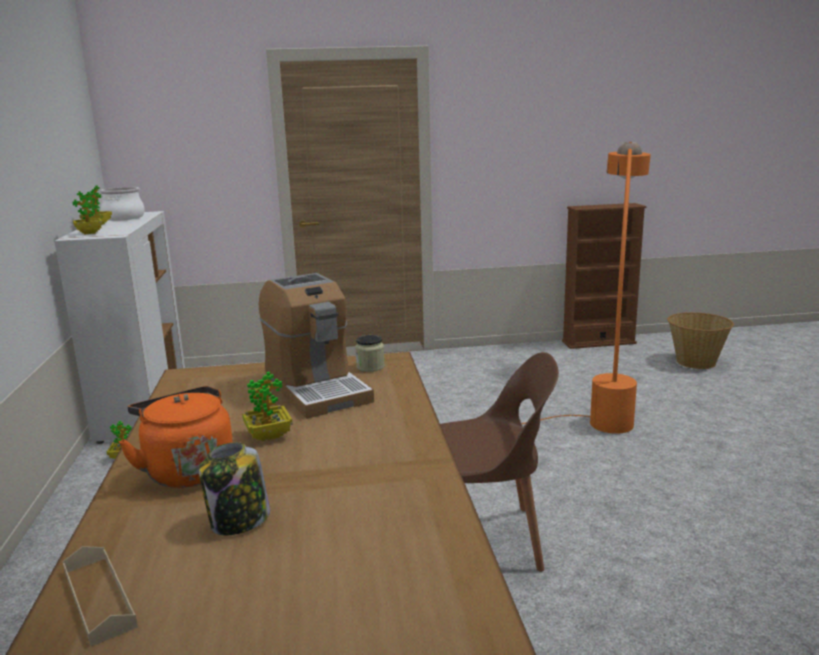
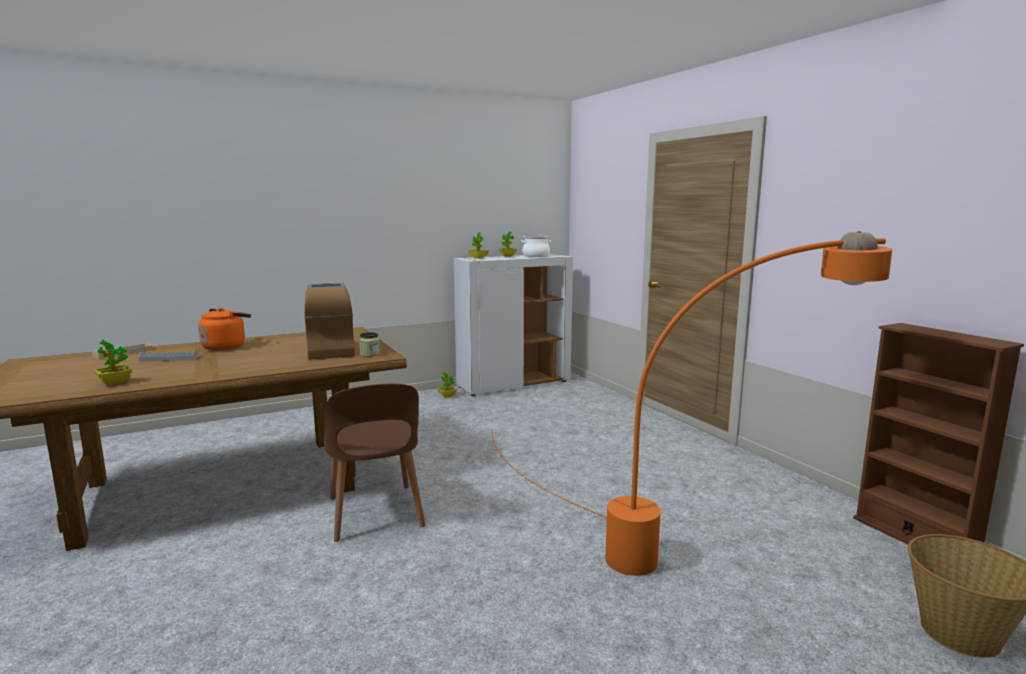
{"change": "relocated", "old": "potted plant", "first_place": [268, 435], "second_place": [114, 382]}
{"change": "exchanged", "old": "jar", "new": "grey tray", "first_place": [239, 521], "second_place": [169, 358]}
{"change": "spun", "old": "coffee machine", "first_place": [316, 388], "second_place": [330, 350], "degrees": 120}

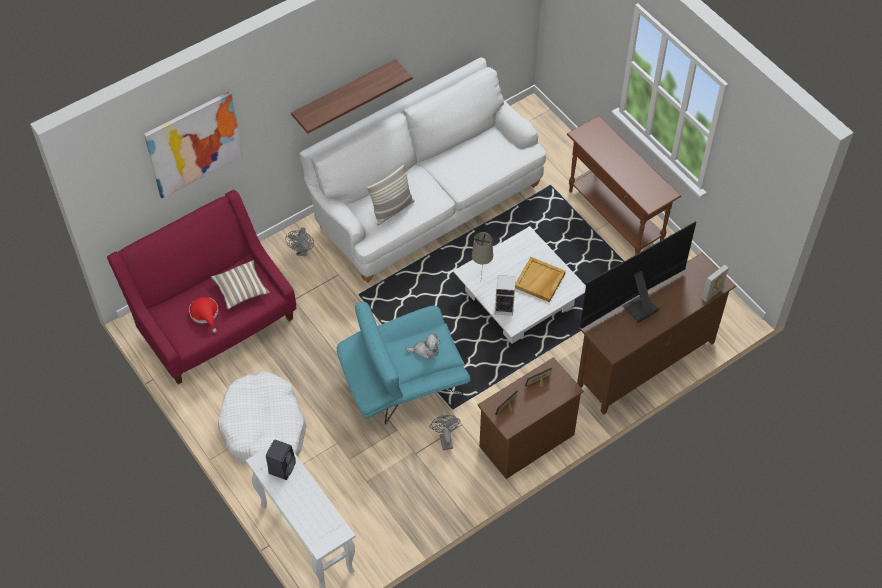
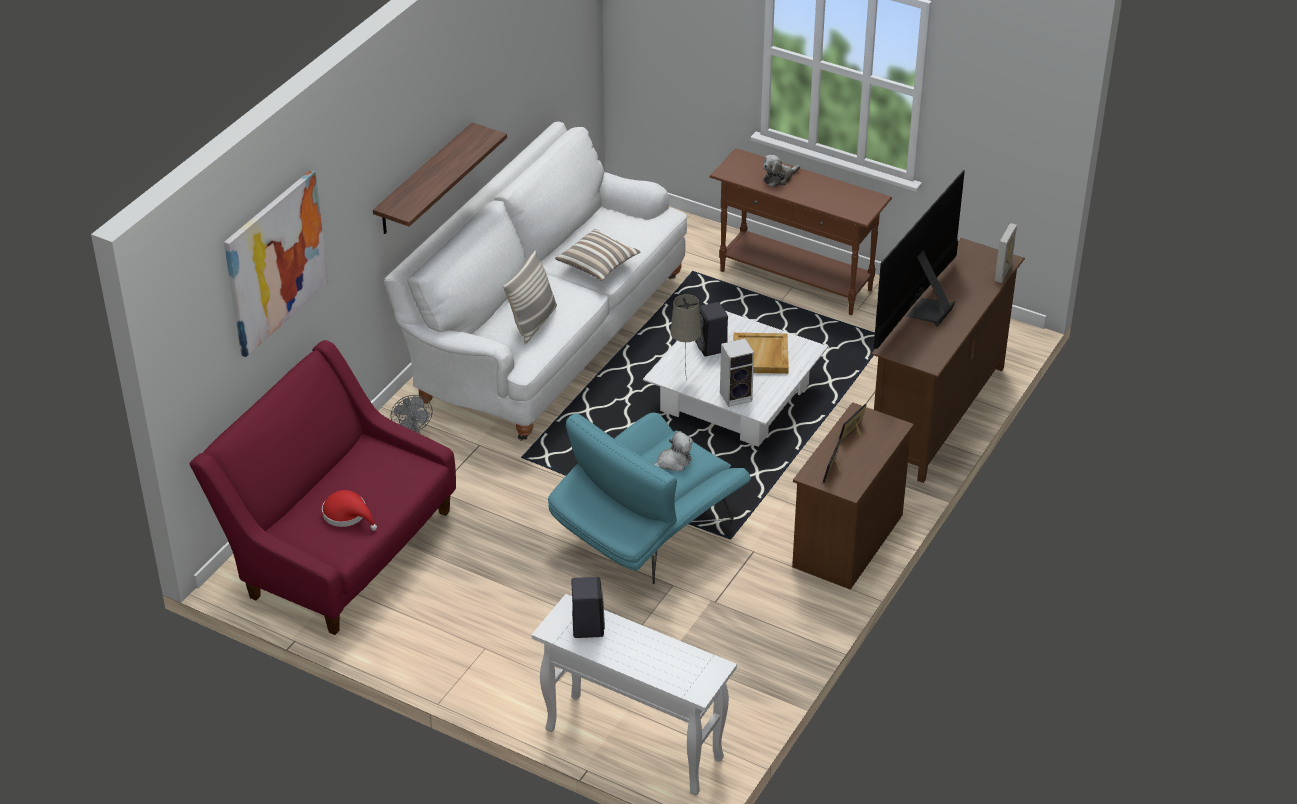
{"change": "missing", "old": "white dog bed", "first_place": [264, 428]}
{"change": "missing", "old": "grey fan", "first_place": [445, 439]}
{"change": "appeared", "new": "black speaker", "second_place": [712, 347]}
{"change": "appeared", "new": "plush toy", "second_place": [779, 178]}
{"change": "relocated", "old": "pillow", "first_place": [241, 290], "second_place": [598, 265]}

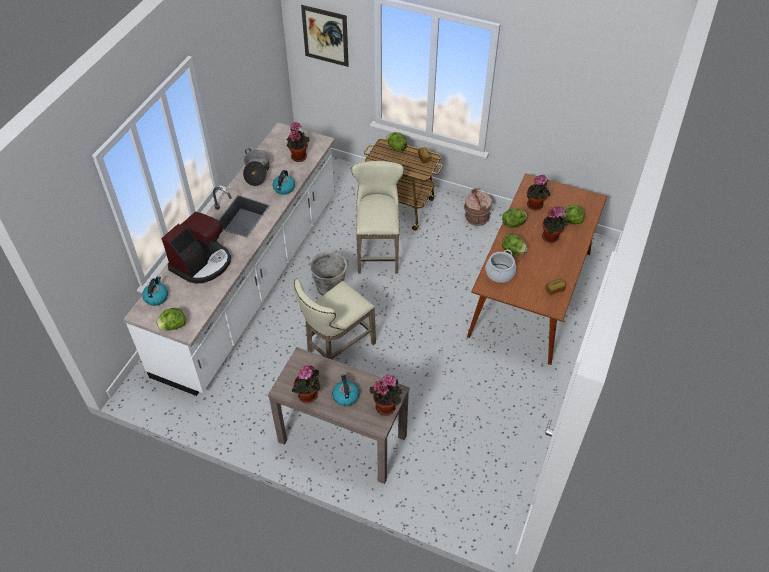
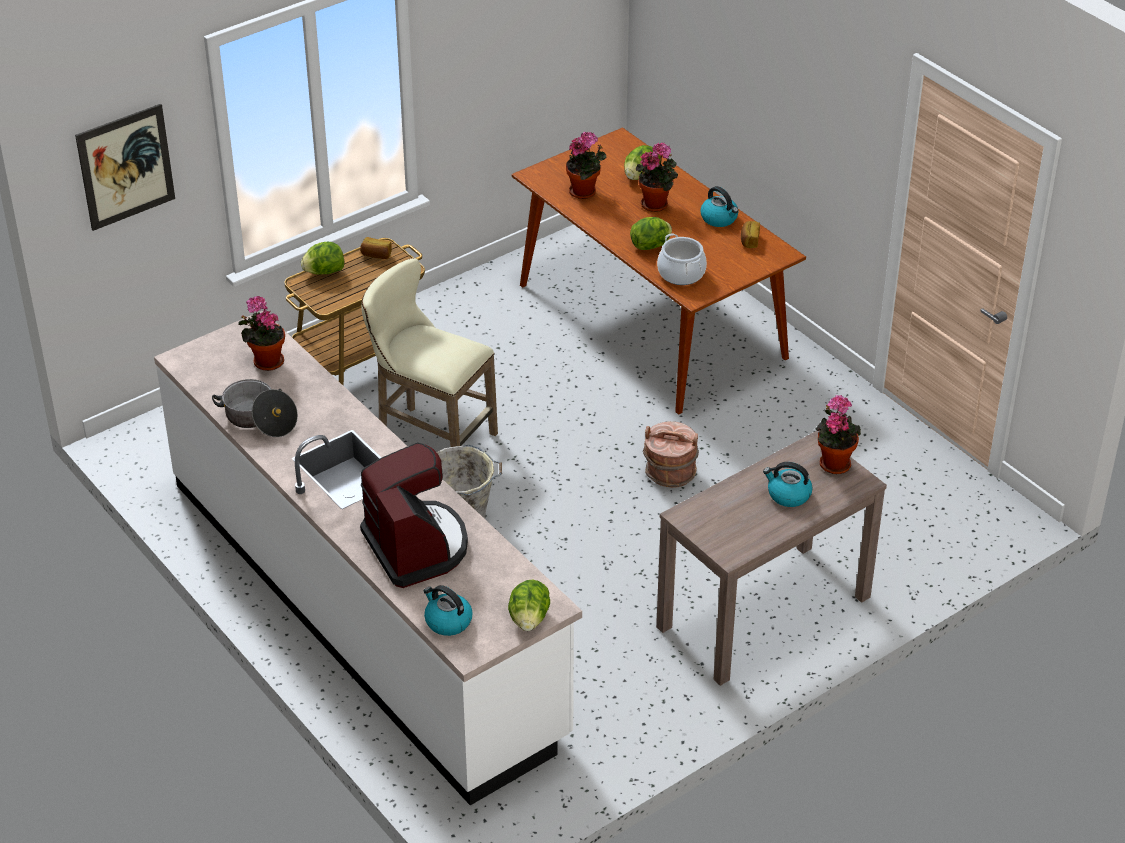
{"change": "missing", "old": "potted plant", "first_place": [308, 397]}
{"change": "missing", "old": "beige stool", "first_place": [337, 349]}
{"change": "missing", "old": "lettuce", "first_place": [514, 224]}
{"change": "relocated", "old": "kettle", "first_place": [284, 188], "second_place": [719, 219]}
{"change": "relocated", "old": "brown bucket", "first_place": [476, 217], "second_place": [670, 473]}

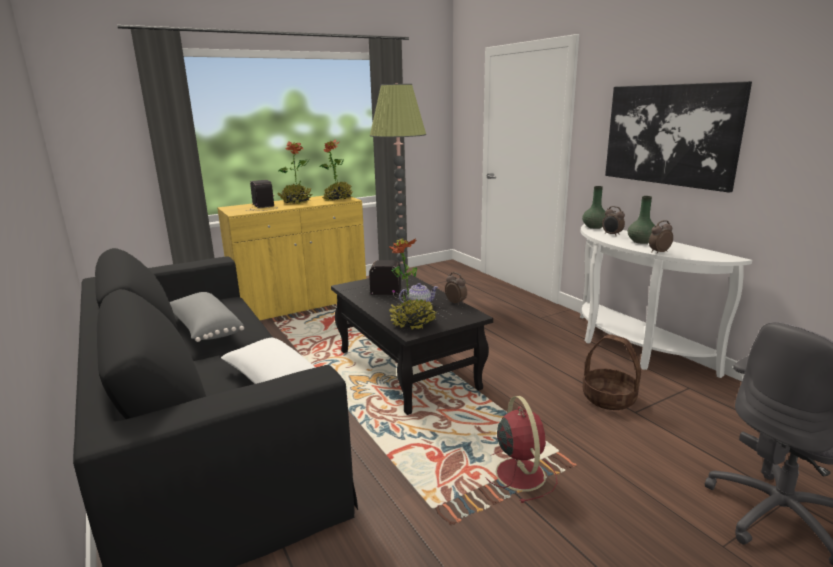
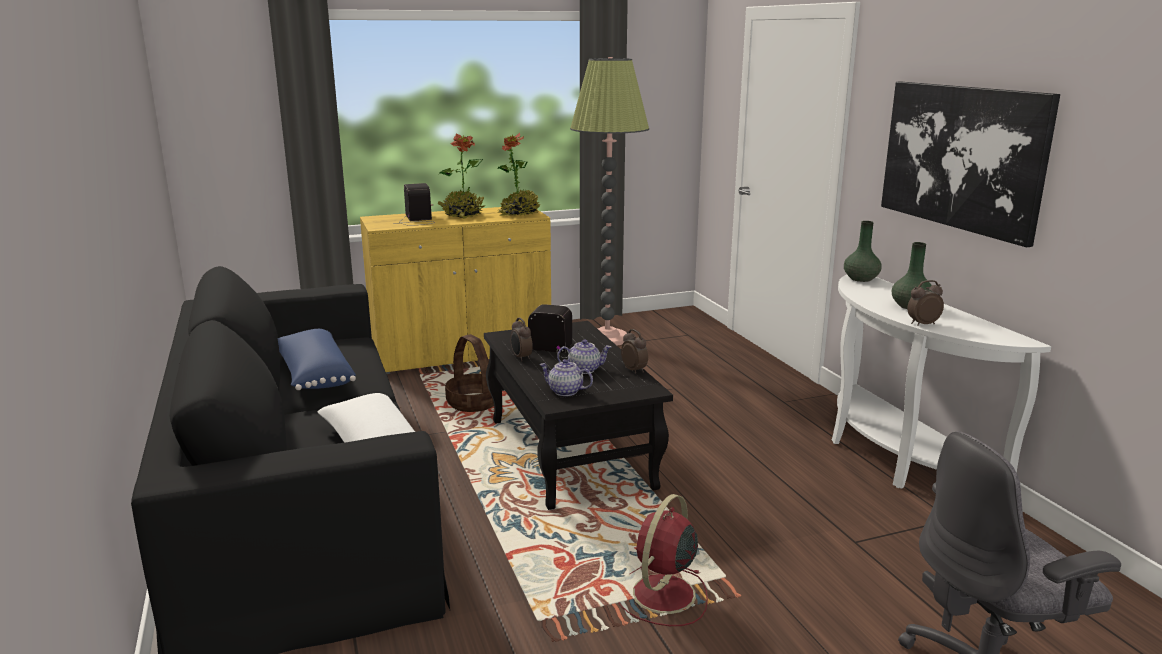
{"change": "relocated", "old": "basket", "first_place": [609, 398], "second_place": [474, 403]}
{"change": "relocated", "old": "alarm clock", "first_place": [612, 235], "second_place": [521, 358]}
{"change": "exchanged", "old": "potted plant", "new": "teapot", "first_place": [412, 323], "second_place": [565, 391]}
{"change": "colour", "old": "grey pillow", "new": "blue pillow", "first_place": [204, 329], "second_place": [313, 375]}
{"change": "spun", "old": "red fan", "first_place": [519, 472], "second_place": [662, 595], "degrees": -150}

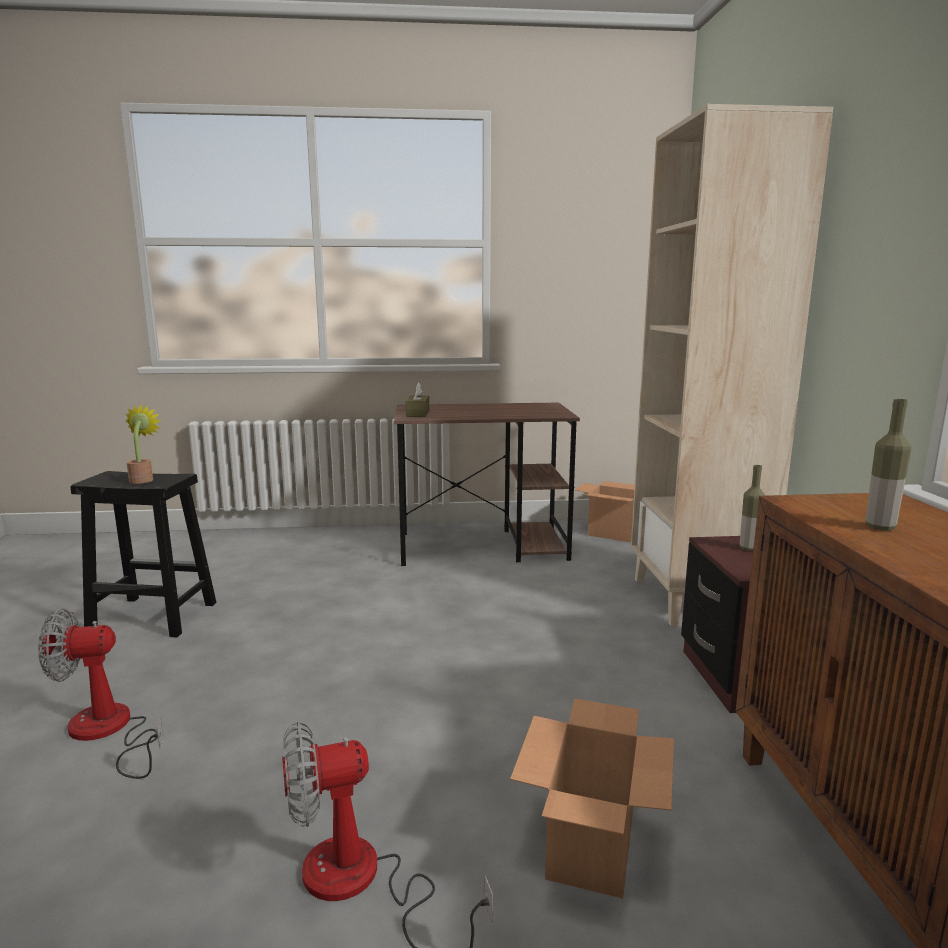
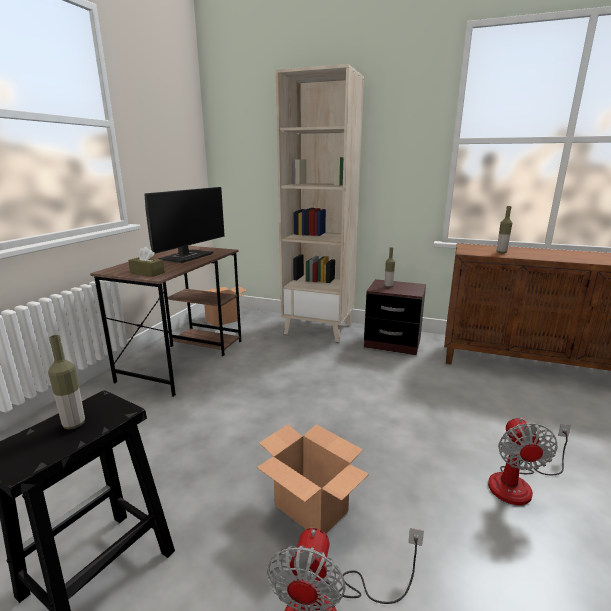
{"change": "appeared", "new": "monitor", "second_place": [187, 256]}
{"change": "relocated", "old": "cardboard box", "first_place": [591, 849], "second_place": [312, 508]}
{"change": "exchanged", "old": "potted plant", "new": "bottle", "first_place": [143, 479], "second_place": [74, 424]}

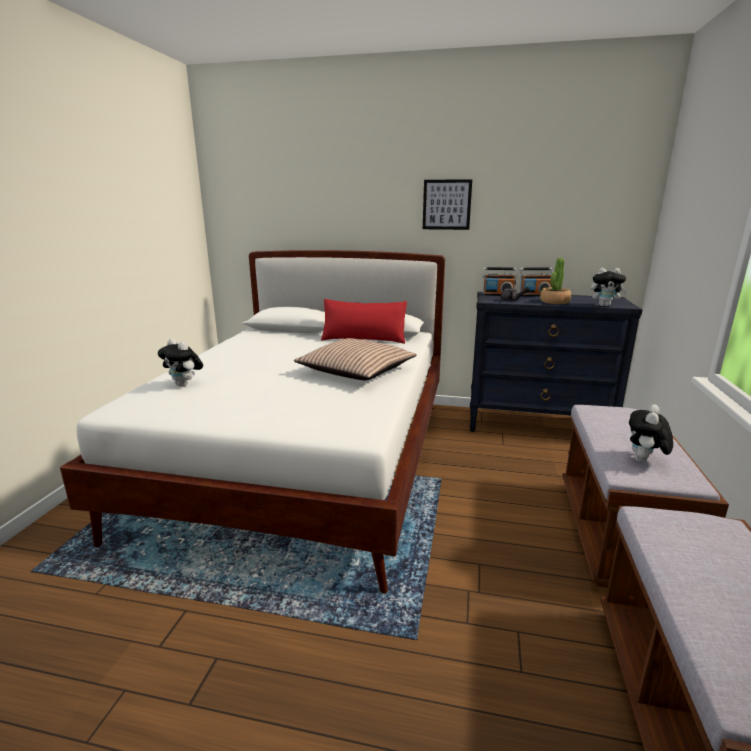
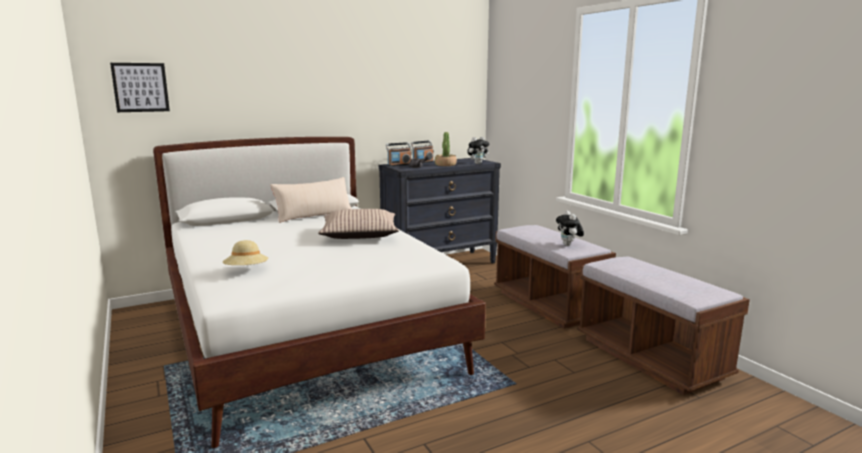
{"change": "relocated", "old": "picture", "first_place": [446, 204], "second_place": [140, 87]}
{"change": "exchanged", "old": "plush toy", "new": "beige hat", "first_place": [184, 385], "second_place": [246, 270]}
{"change": "colour", "old": "red pillow", "new": "beige pillow", "first_place": [364, 339], "second_place": [313, 216]}

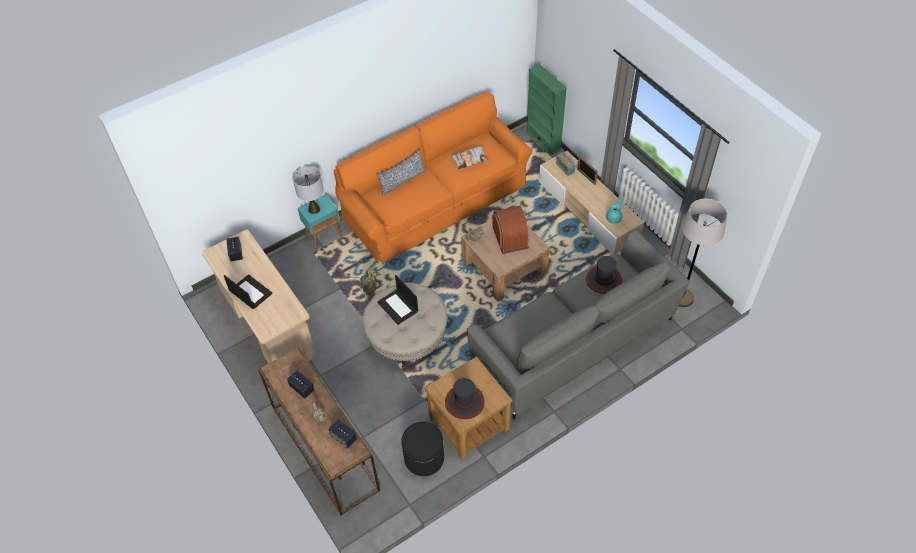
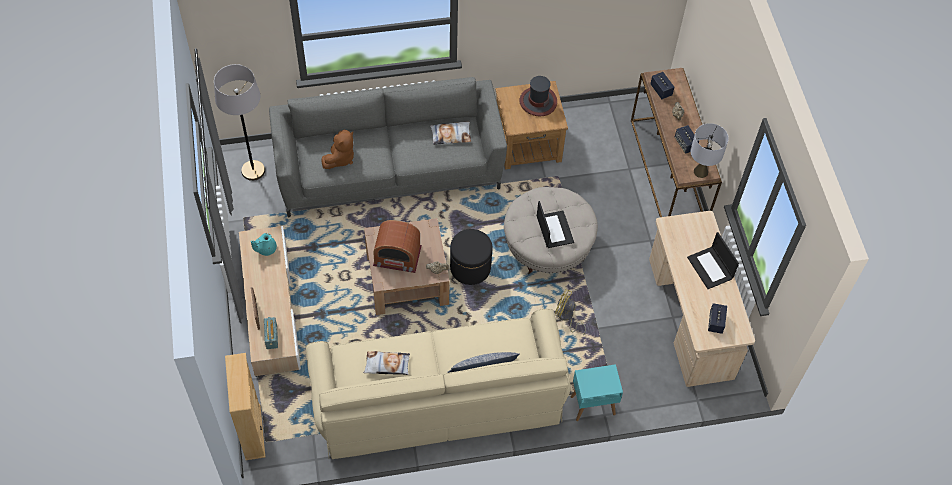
{"change": "appeared", "new": "pillow", "second_place": [451, 135]}
{"change": "relocated", "old": "grey table lamp", "first_place": [313, 209], "second_place": [701, 172]}
{"change": "relocated", "old": "black ottoman", "first_place": [424, 458], "second_place": [470, 268]}
{"change": "exchanged", "old": "hat", "new": "brown plush toy", "first_place": [603, 280], "second_place": [340, 158]}
{"change": "colour", "old": "orange sofa", "new": "beige sofa", "first_place": [435, 201], "second_place": [438, 397]}
{"change": "colour", "old": "green bookcase", "new": "beige bookcase", "first_place": [543, 140], "second_place": [252, 432]}
{"change": "spun", "old": "radio", "first_place": [510, 237], "second_place": [397, 256], "degrees": -90}

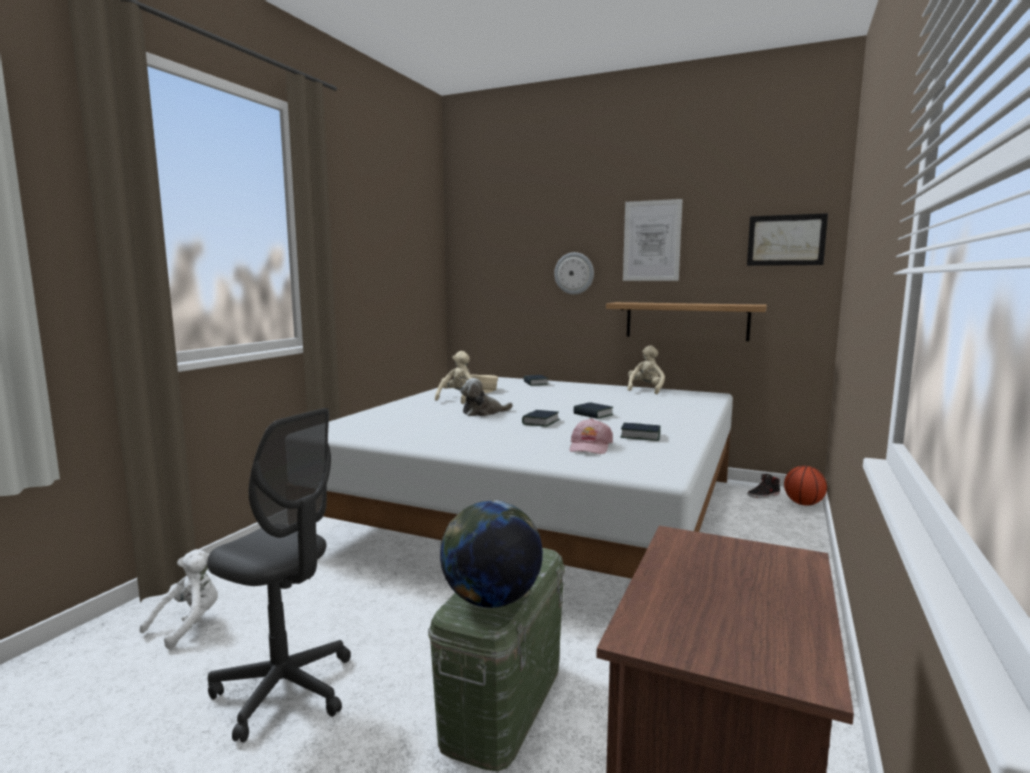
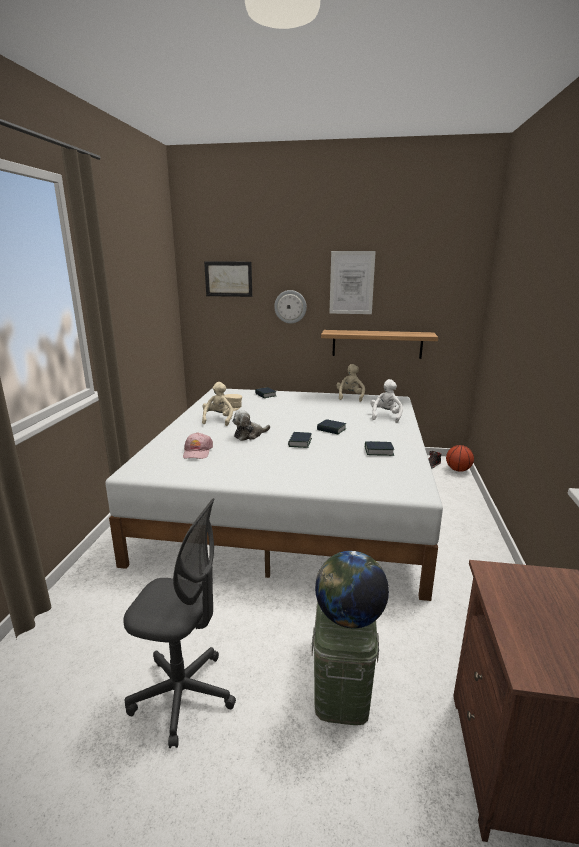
{"change": "relocated", "old": "white plush toy", "first_place": [188, 624], "second_place": [385, 416]}
{"change": "relocated", "old": "pink cap", "first_place": [590, 446], "second_place": [197, 452]}
{"change": "relocated", "old": "picture", "first_place": [786, 240], "second_place": [228, 279]}

